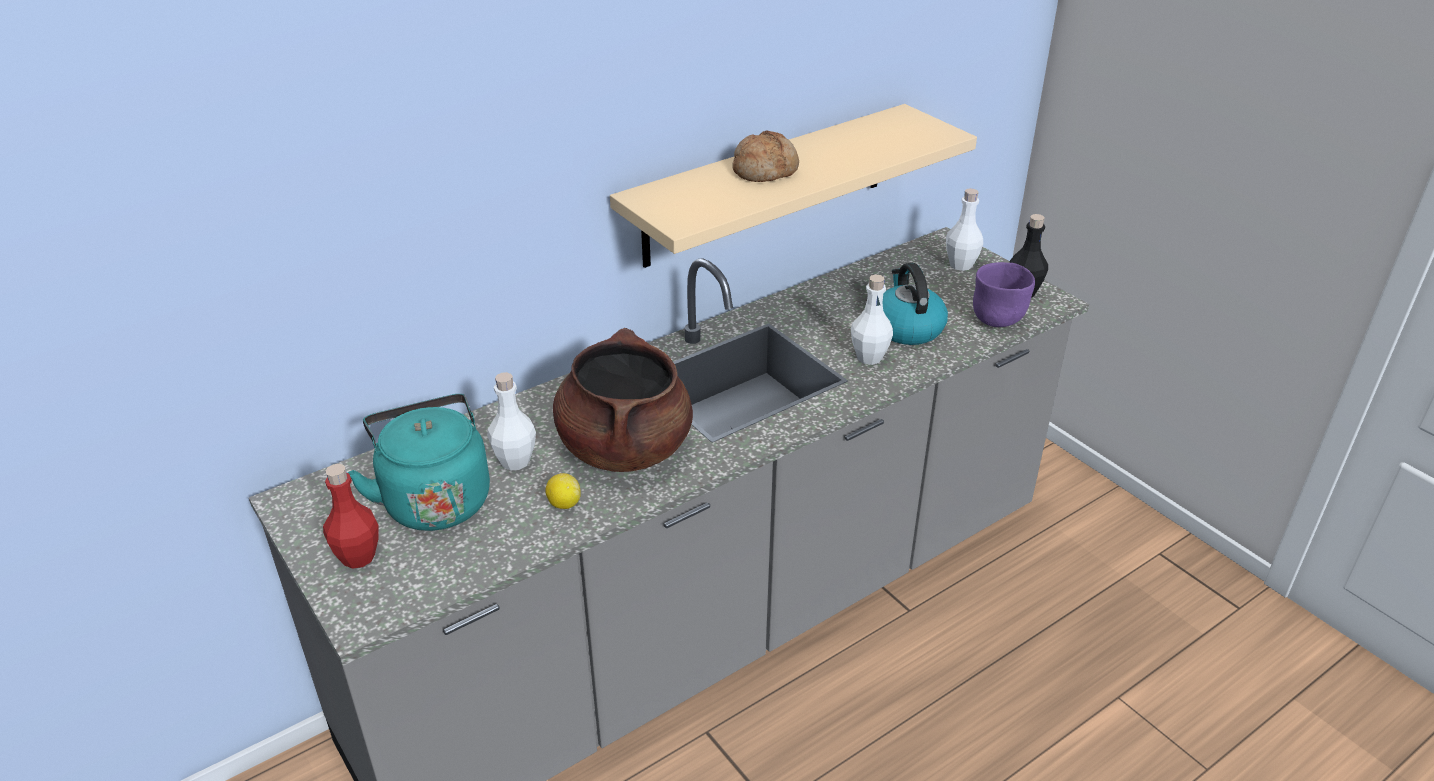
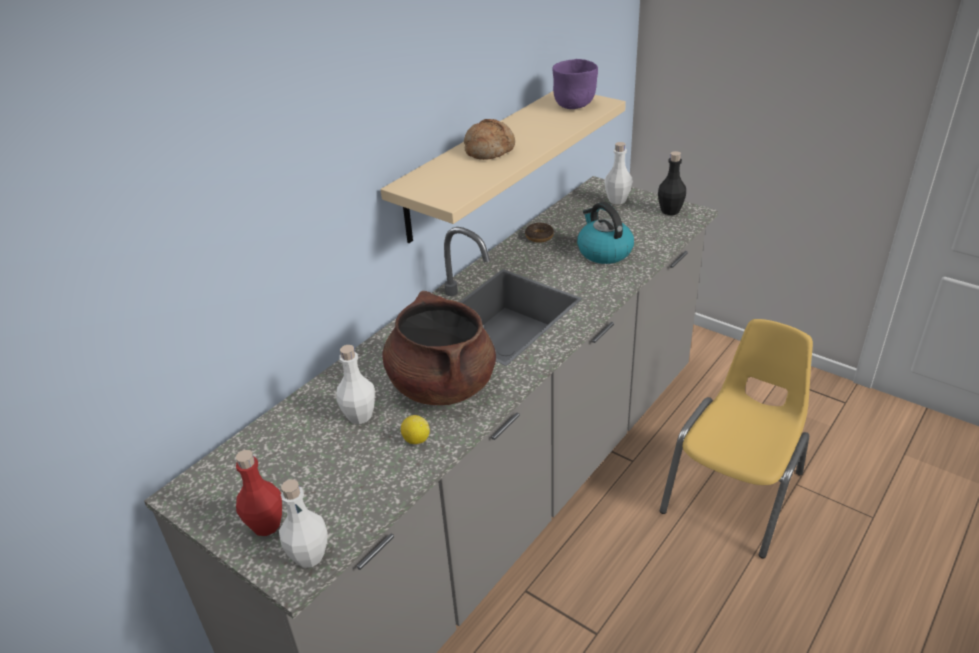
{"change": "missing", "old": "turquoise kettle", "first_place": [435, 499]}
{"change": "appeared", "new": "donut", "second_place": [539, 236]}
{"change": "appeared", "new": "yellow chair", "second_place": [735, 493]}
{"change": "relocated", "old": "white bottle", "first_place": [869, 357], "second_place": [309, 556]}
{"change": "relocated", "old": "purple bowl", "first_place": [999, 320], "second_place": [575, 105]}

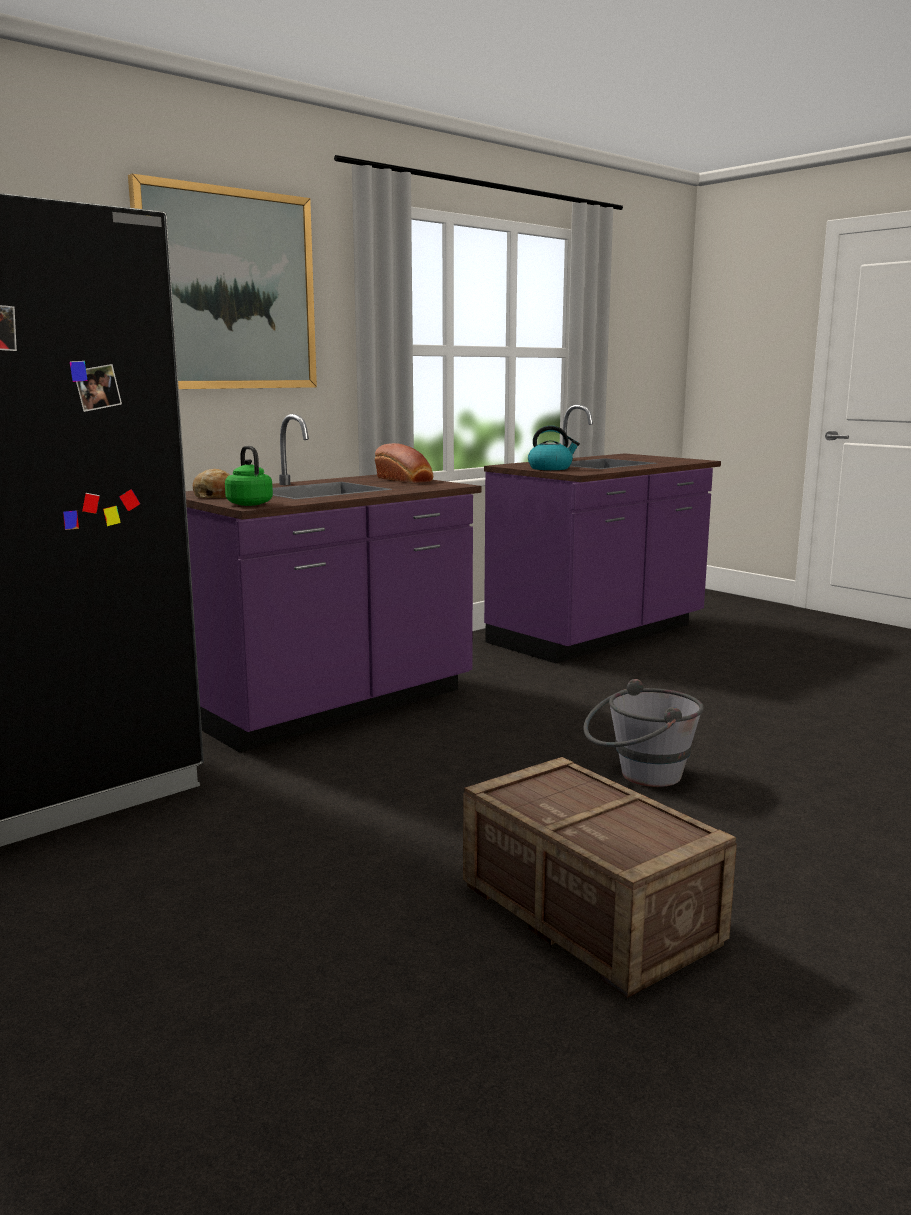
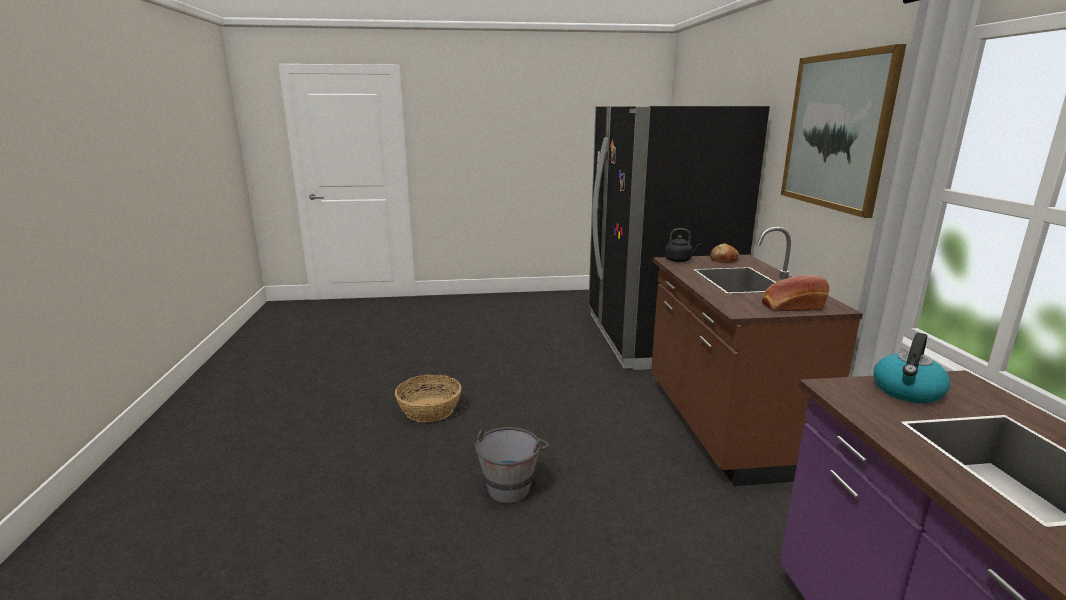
{"change": "exchanged", "old": "crate", "new": "basket", "first_place": [591, 914], "second_place": [429, 410]}
{"change": "colour", "old": "purple counter", "new": "brown counter", "first_place": [332, 706], "second_place": [723, 426]}
{"change": "colour", "old": "green kettle", "new": "black kettle", "first_place": [248, 503], "second_place": [679, 260]}

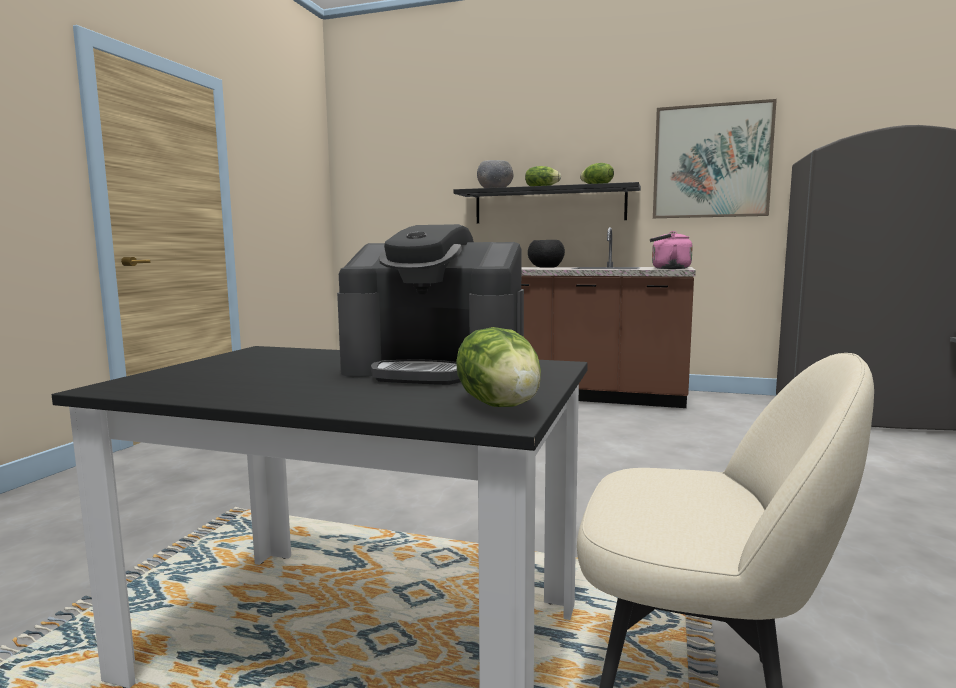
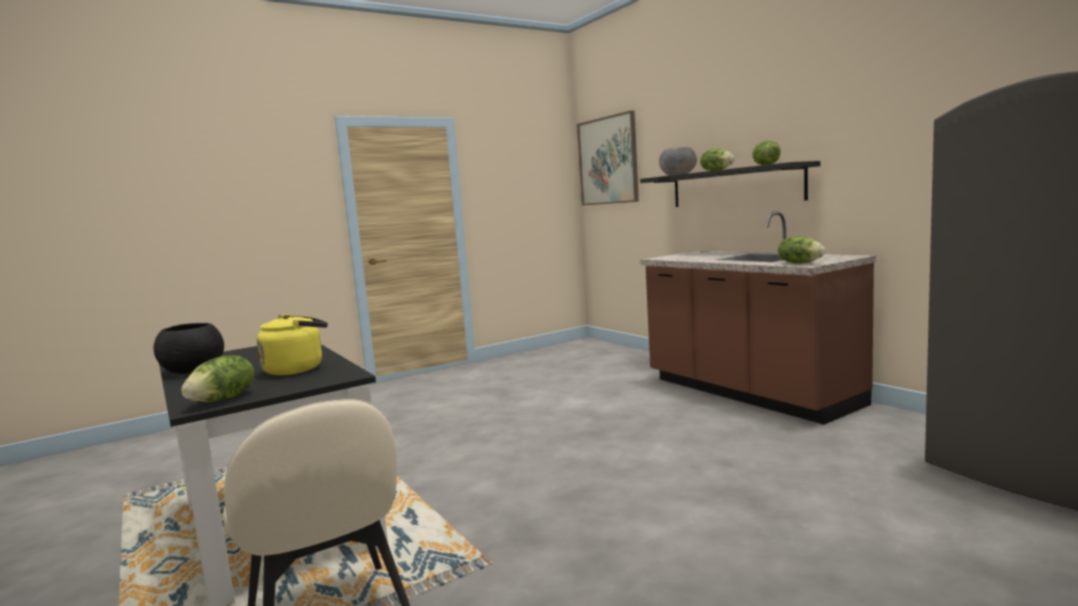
{"change": "relocated", "old": "black bowl", "first_place": [545, 267], "second_place": [194, 370]}
{"change": "relocated", "old": "picture", "first_place": [711, 161], "second_place": [608, 161]}
{"change": "exchanged", "old": "coffee machine", "new": "yellow kettle", "first_place": [436, 368], "second_place": [297, 369]}
{"change": "exchanged", "old": "pink kettle", "new": "lettuce", "first_place": [668, 268], "second_place": [800, 263]}

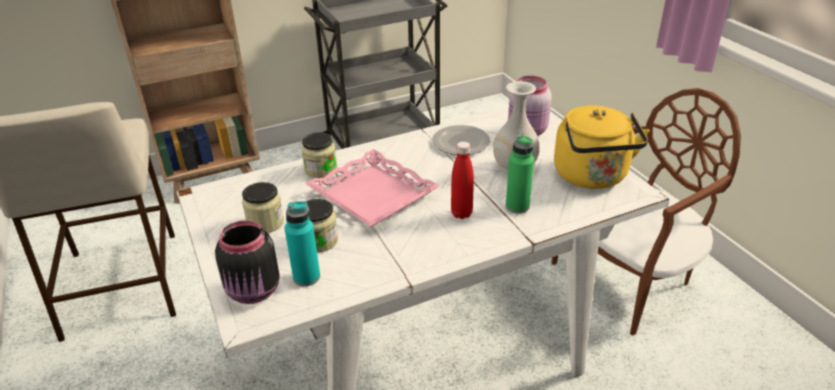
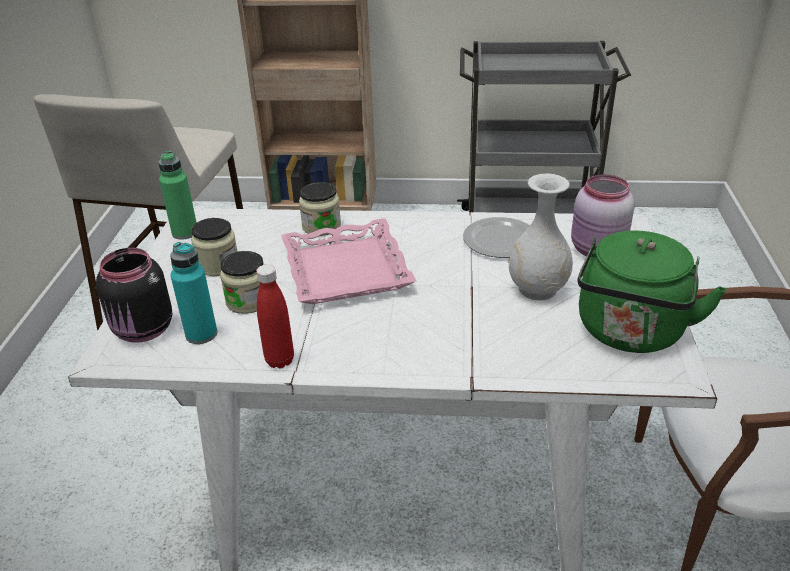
{"change": "relocated", "old": "red bottle", "first_place": [461, 213], "second_place": [280, 360]}
{"change": "relocated", "old": "green bottle", "first_place": [517, 206], "second_place": [185, 233]}
{"change": "colour", "old": "yellow kettle", "new": "green kettle", "first_place": [592, 177], "second_place": [630, 333]}

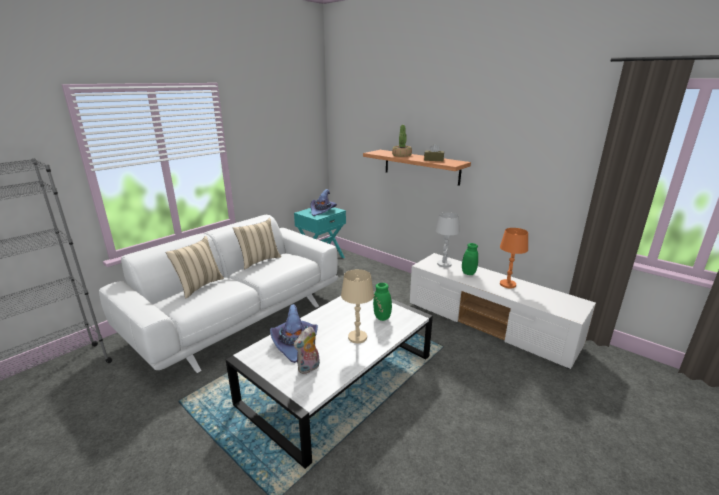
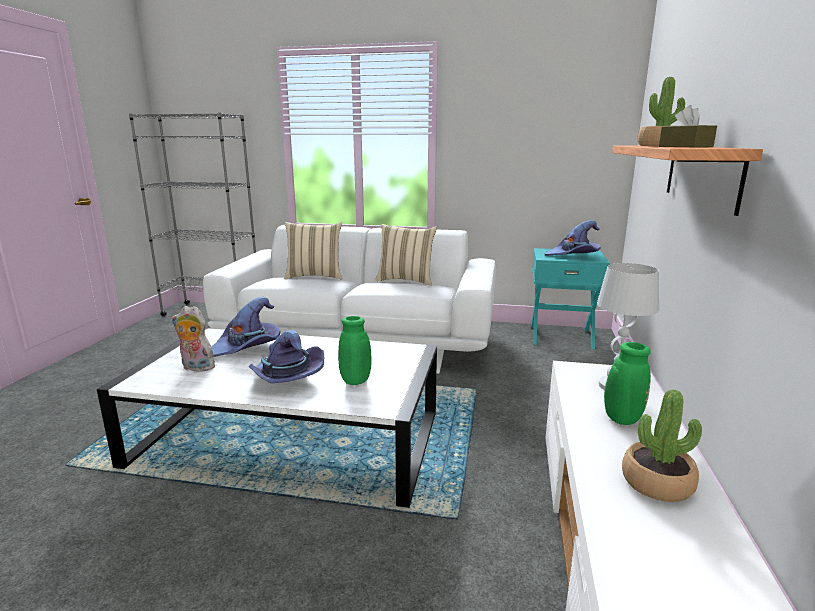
{"change": "exchanged", "old": "beige table lamp", "new": "purple hat", "first_place": [357, 337], "second_place": [286, 377]}
{"change": "exchanged", "old": "orange table lamp", "new": "potted plant", "first_place": [507, 284], "second_place": [657, 483]}

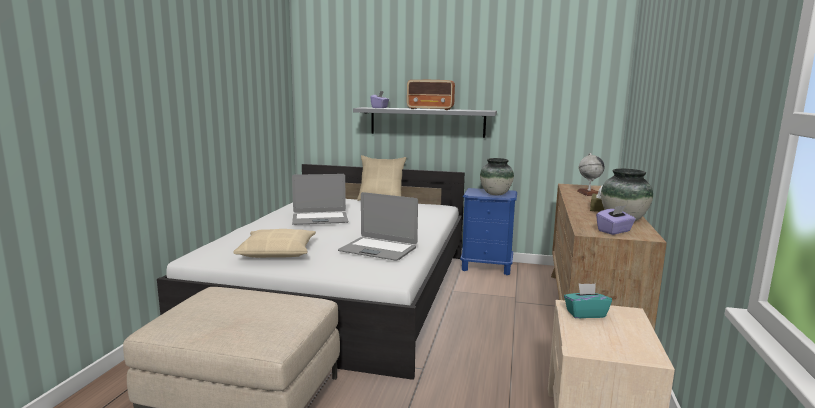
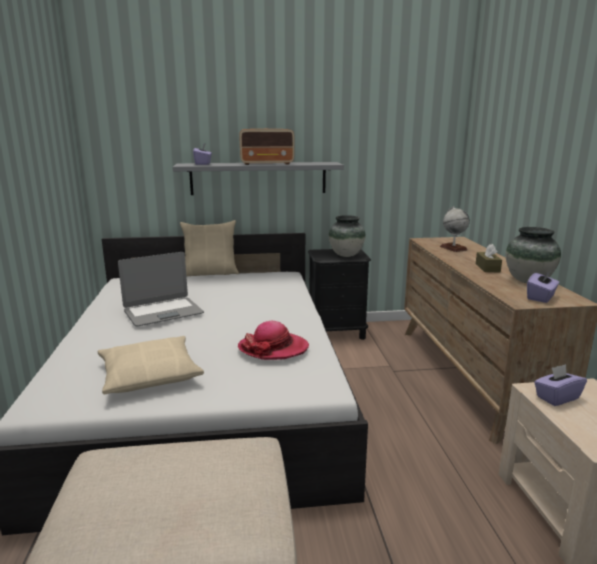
{"change": "exchanged", "old": "laptop", "new": "hat", "first_place": [378, 250], "second_place": [273, 348]}
{"change": "colour", "old": "blue nightstand", "new": "black nightstand", "first_place": [487, 267], "second_place": [337, 333]}
{"change": "colour", "old": "turquoise tissue box", "new": "purple tissue box", "first_place": [585, 314], "second_place": [556, 397]}

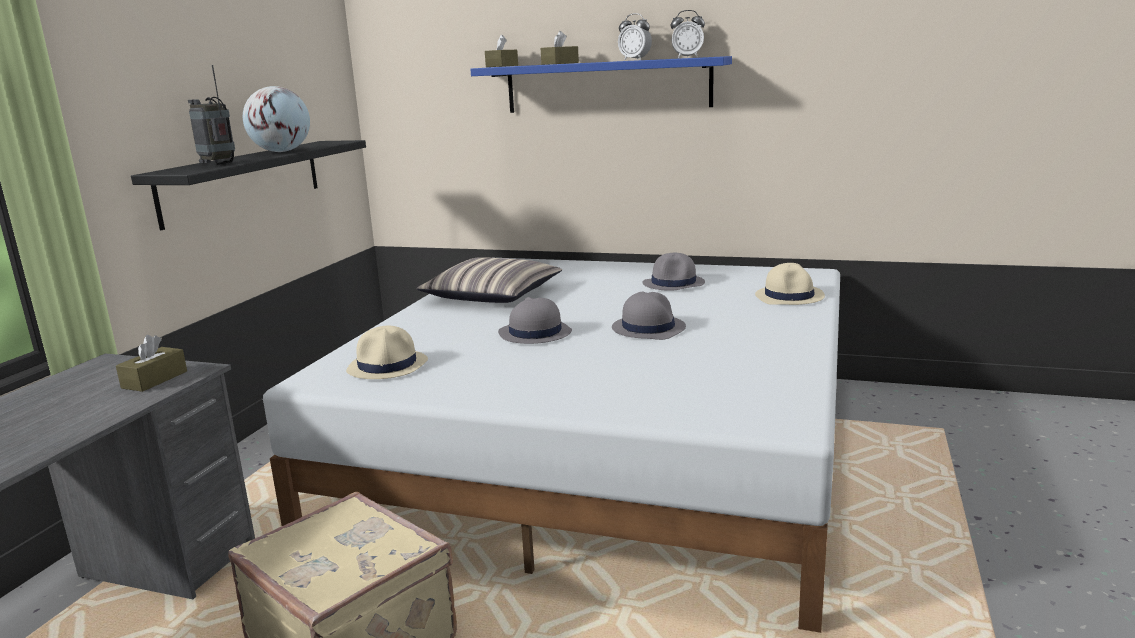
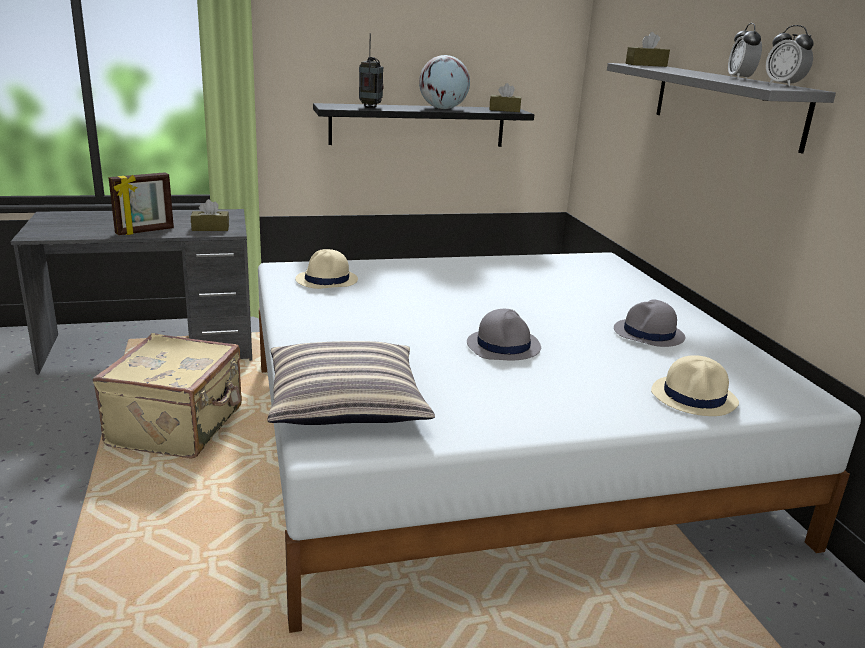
{"change": "missing", "old": "grey hat", "first_place": [534, 333]}
{"change": "appeared", "new": "picture frame", "second_place": [145, 231]}
{"change": "relocated", "old": "pillow", "first_place": [492, 295], "second_place": [346, 402]}
{"change": "relocated", "old": "brown tissue box", "first_place": [560, 63], "second_place": [504, 110]}
{"change": "colour", "old": "blue shelf", "new": "grey shelf", "first_place": [607, 86], "second_place": [725, 104]}

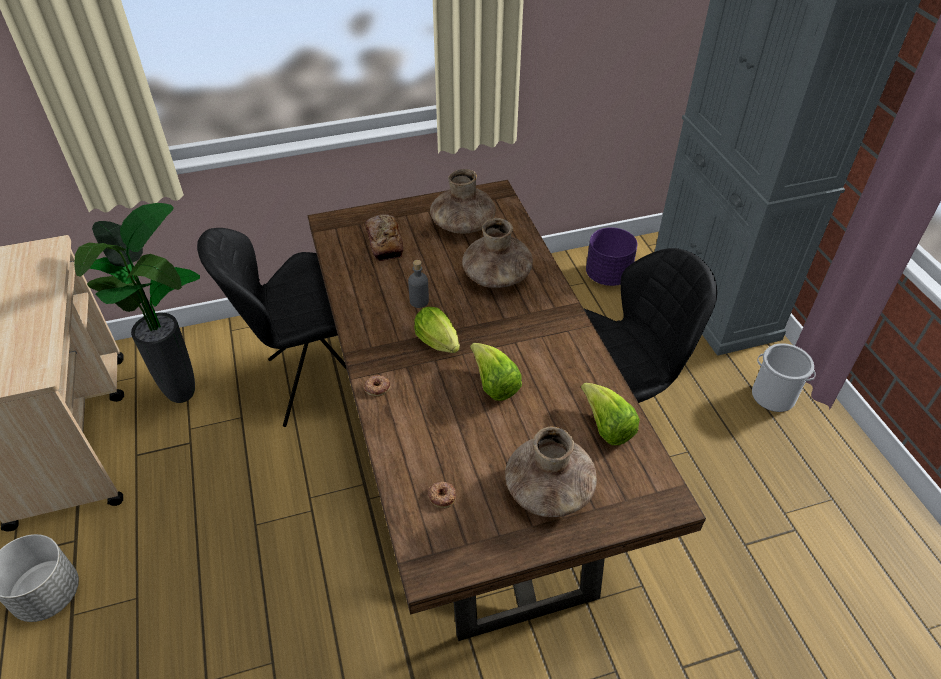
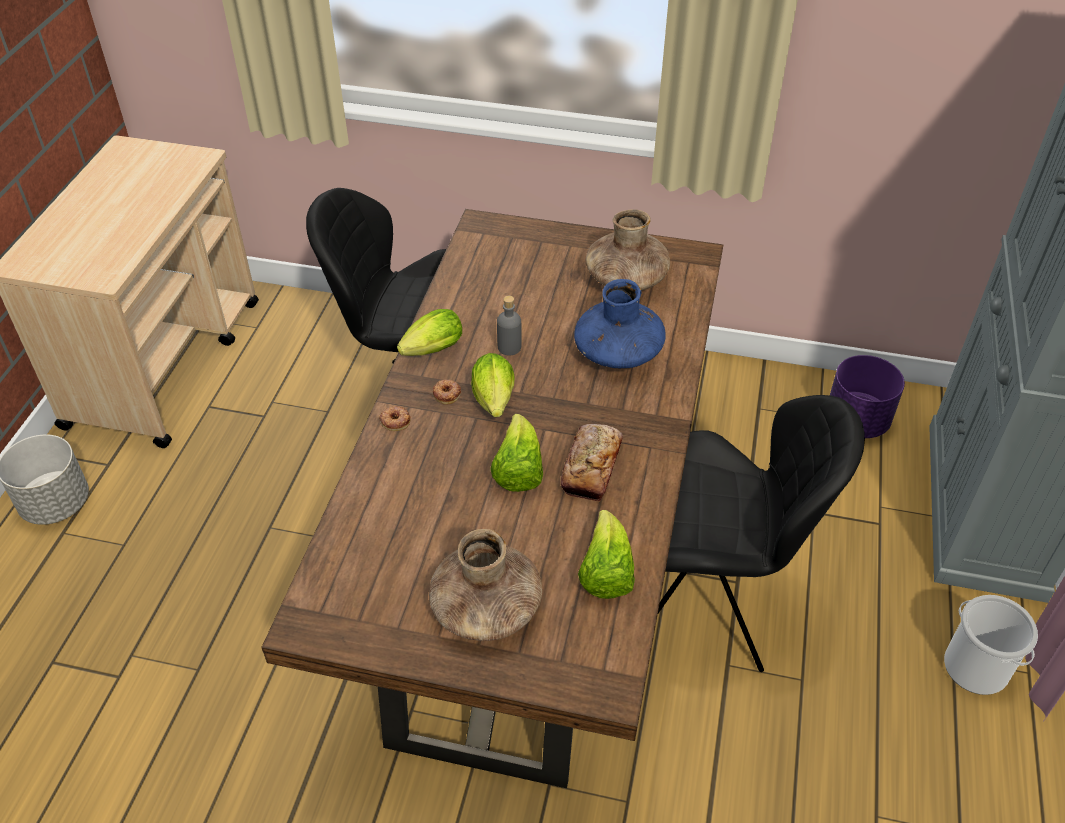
{"change": "missing", "old": "potted plant", "first_place": [185, 395]}
{"change": "appeared", "new": "lettuce", "second_place": [430, 351]}
{"change": "relocated", "old": "bread", "first_place": [384, 242], "second_place": [591, 467]}
{"change": "relocated", "old": "donut", "first_place": [442, 496], "second_place": [447, 394]}
{"change": "colour", "old": "brown vase", "new": "blue vase", "first_place": [496, 276], "second_place": [617, 353]}

